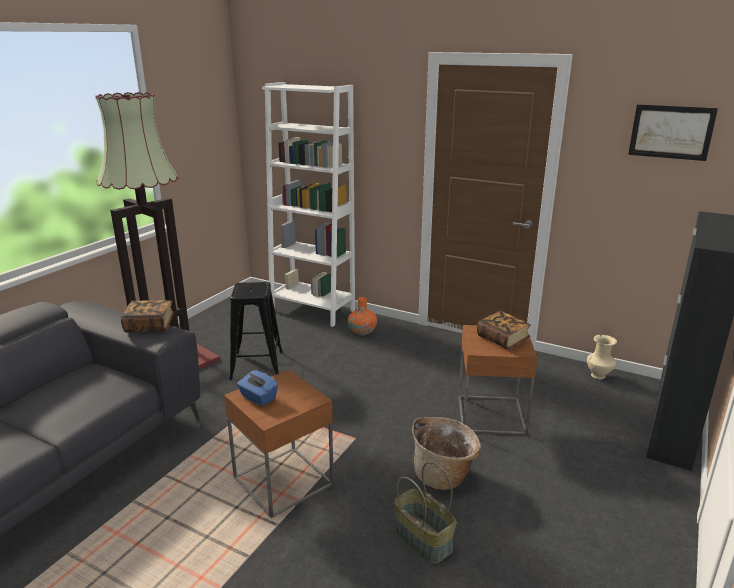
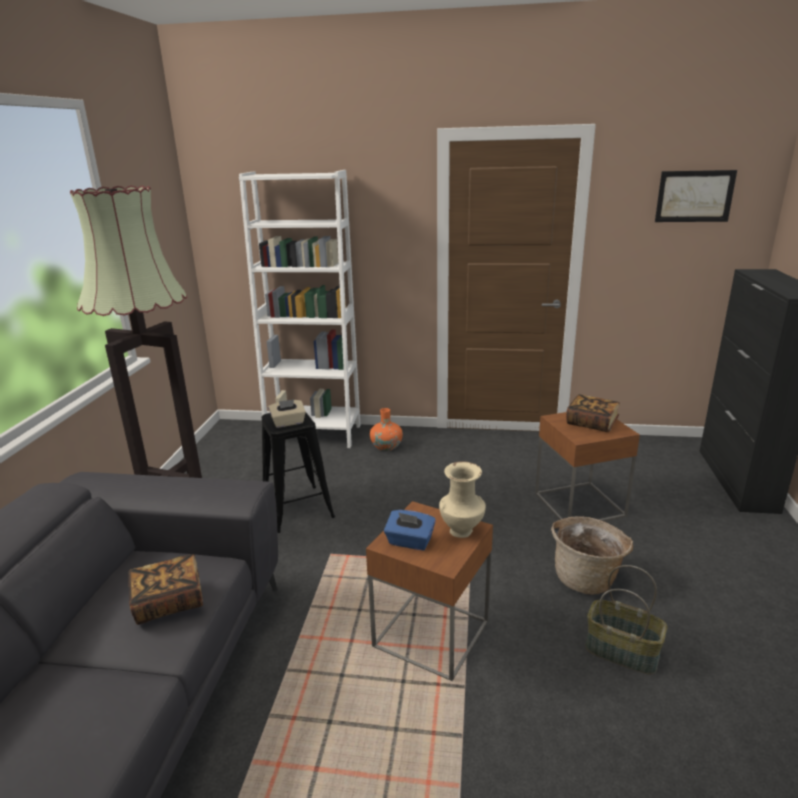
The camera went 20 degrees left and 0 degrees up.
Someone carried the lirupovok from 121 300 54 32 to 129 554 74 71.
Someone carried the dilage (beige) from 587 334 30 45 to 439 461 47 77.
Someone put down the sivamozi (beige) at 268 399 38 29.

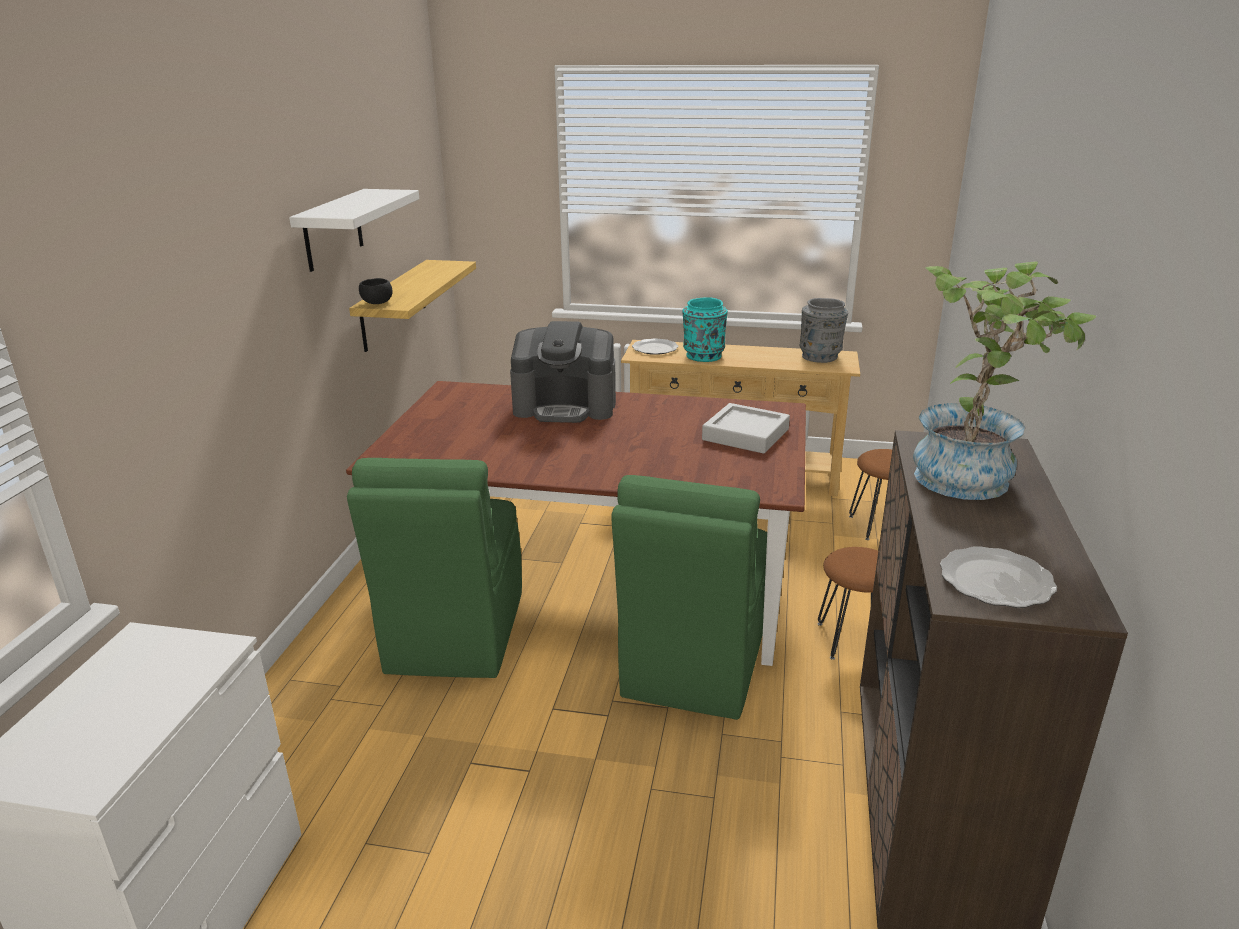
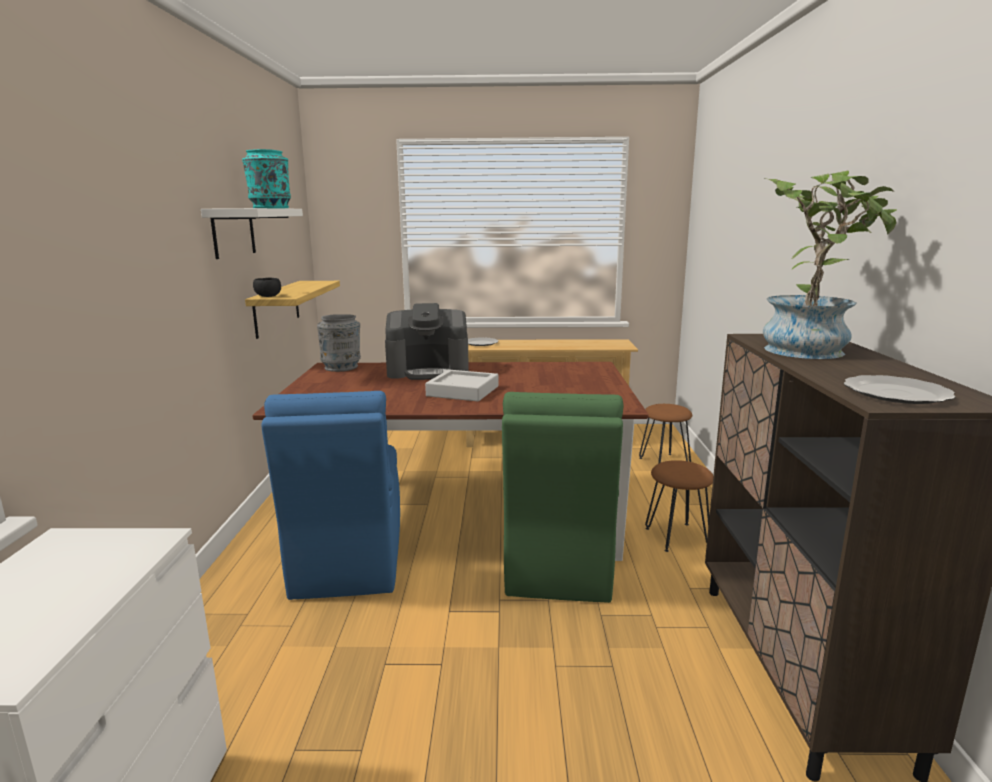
The camera went 10 degrees left and 10 degrees down.
Someone carried the dilage (turquoise) from 683 297 45 65 to 242 149 49 59.
Someone carried the dilage (grey) from 799 298 49 65 to 317 314 44 58.
Someone carried the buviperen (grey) from 702 403 88 51 to 425 370 73 31.
Someone repainted the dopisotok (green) at 347 458 175 220, which became the dopisotok (blue) at 261 391 139 209.

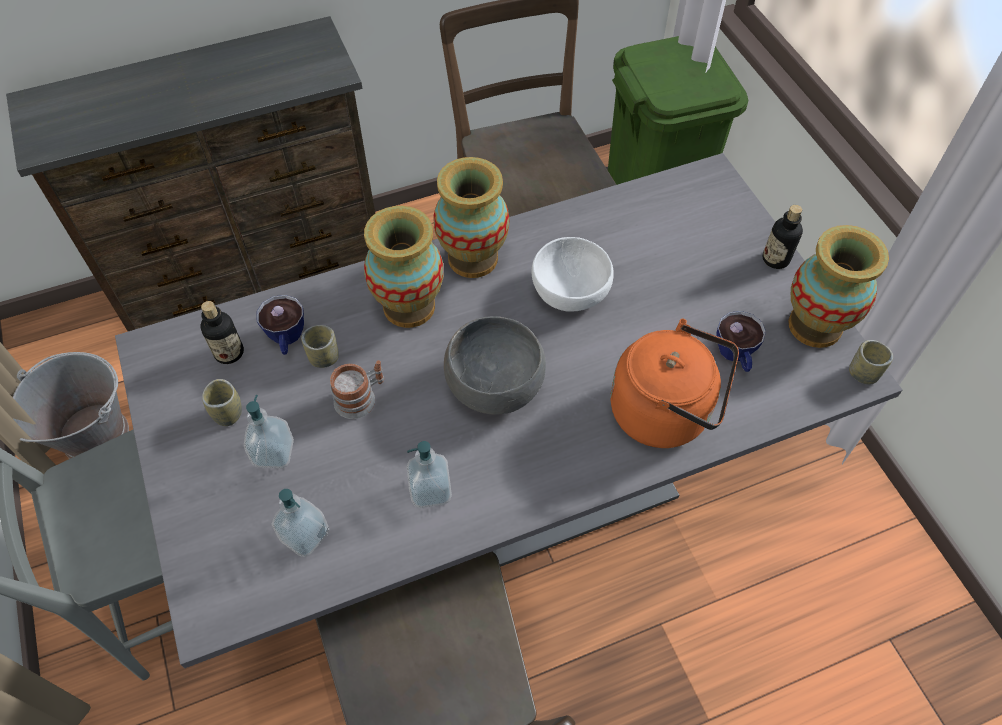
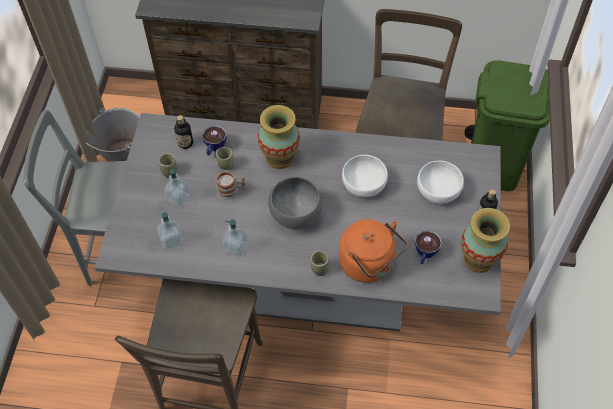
The camera went 30 degrees right and 0 degrees up.
Someone took away the dilage at 433 157 77 121.
Someone carried the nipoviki from 849 340 44 45 to 310 251 19 25.
Someone put down the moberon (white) at 417 161 47 43.

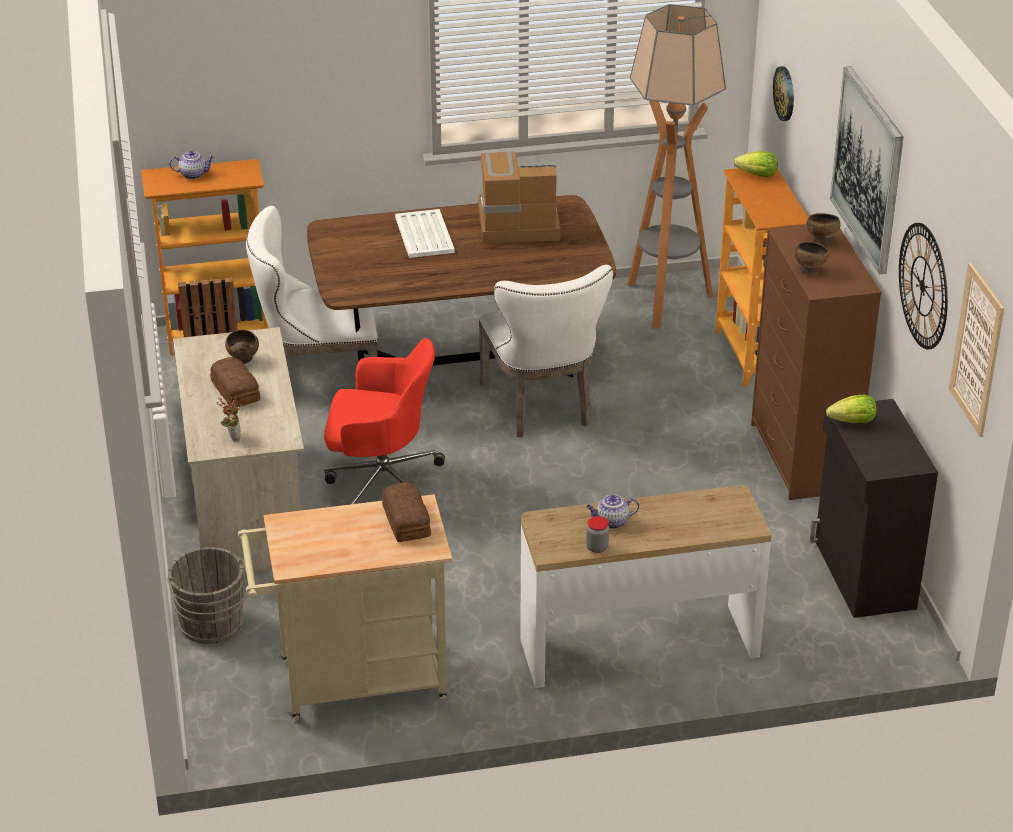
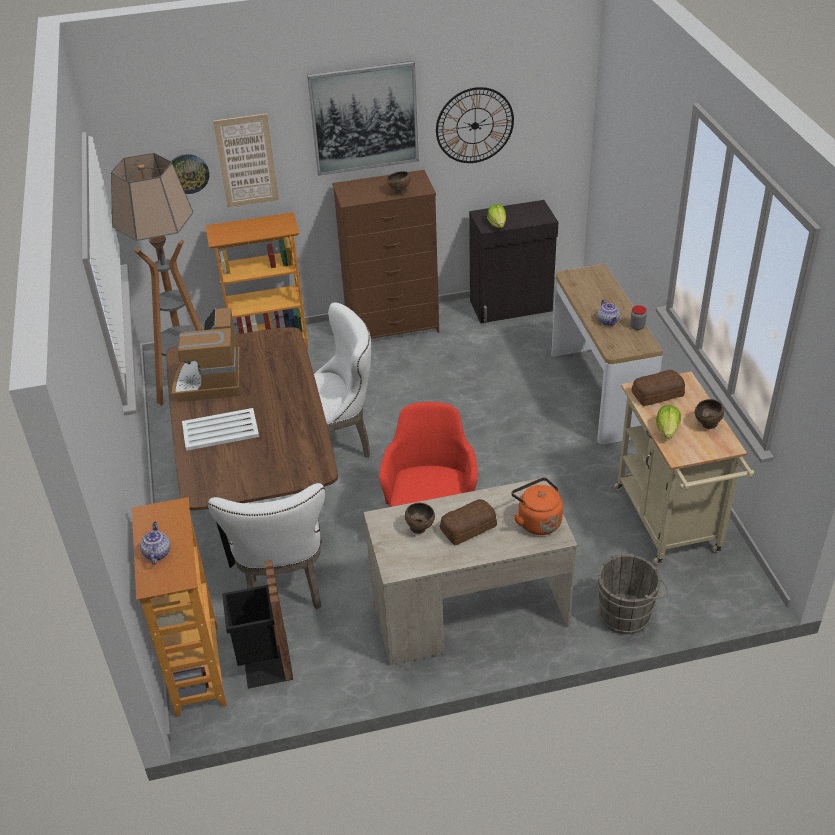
The camera went 90 degrees left and 5 degrees up.
Someone carried the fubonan from 734 151 44 26 to 656 404 25 35.
Someone carried the moberon (brown) from 806 213 35 31 to 695 399 29 30.
Someone carried the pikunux from 949 263 55 174 to 213 113 66 94.
Someone swapped the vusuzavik at 217 394 25 48 for the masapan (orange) at 511 477 52 58.

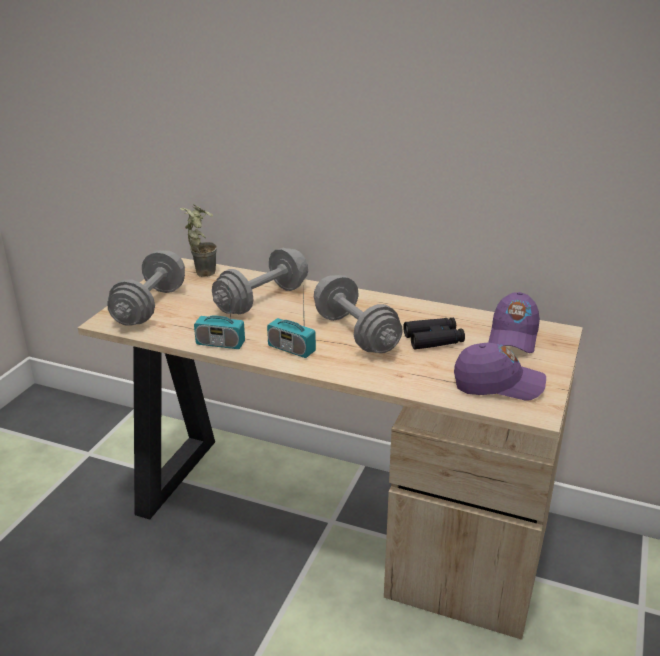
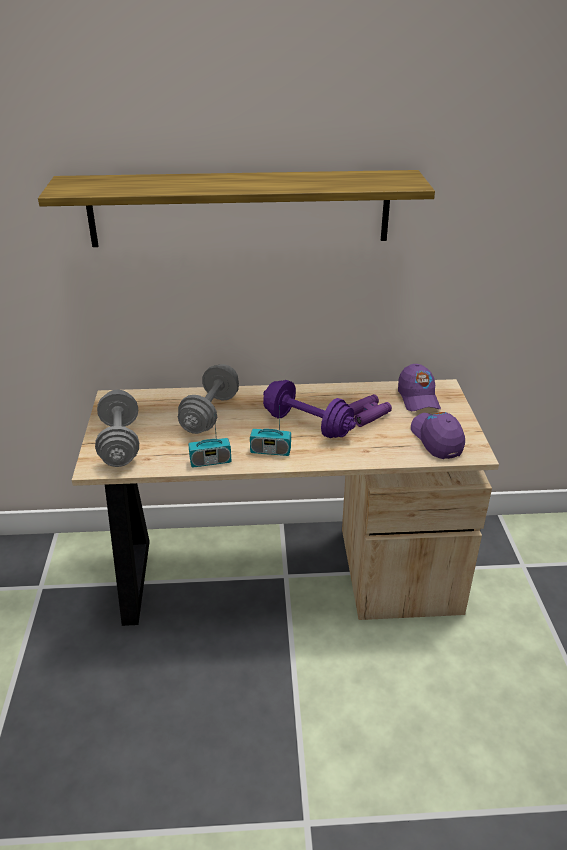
The camera went 25 degrees left and 5 degrees up.
Someone took away the vusuzavik at 180 204 37 73.
Someone repainted the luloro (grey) at 314 275 89 78, which became the luloro (purple) at 263 380 93 58.
Someone repainted the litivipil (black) at 403 318 62 31, which became the litivipil (purple) at 349 394 43 33.
Someone rotated the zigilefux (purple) at 454 343 92 58 by 90 degrees counterclockwise.
Someone put up the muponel at 38 170 397 77.

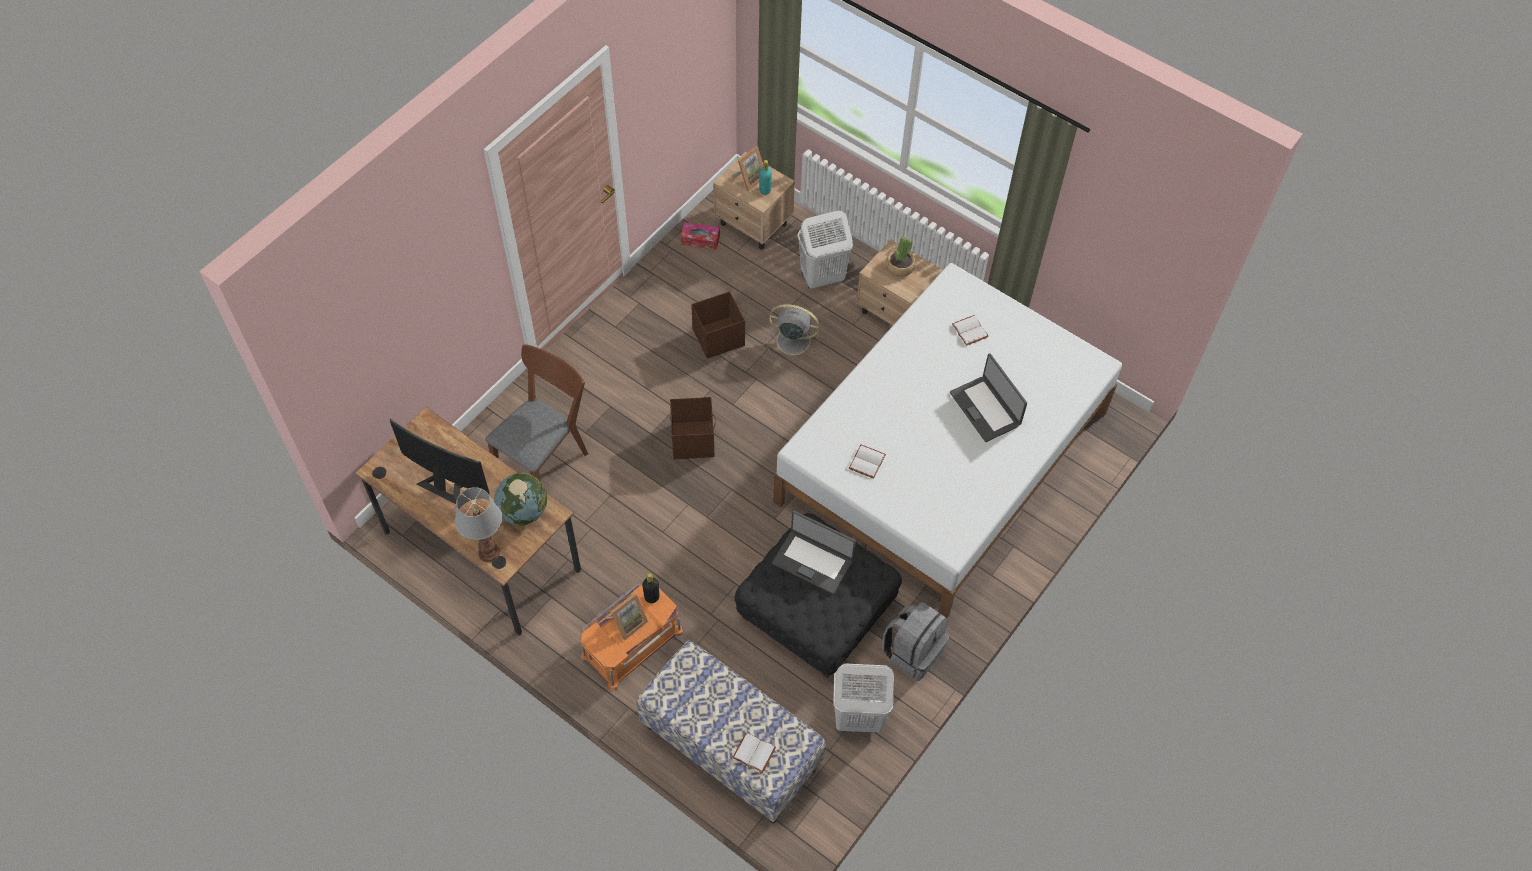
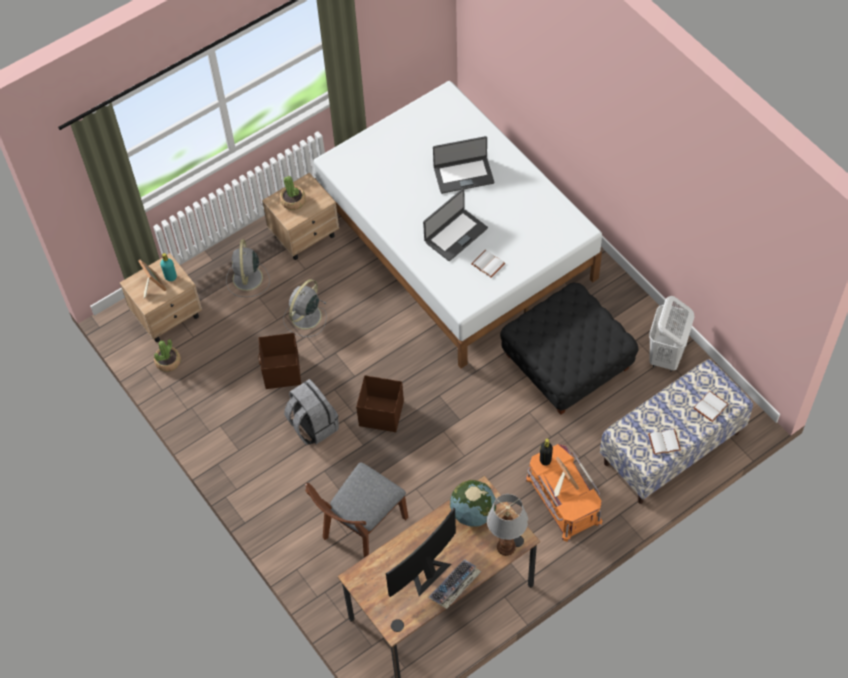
The camera went 70 degrees left and 0 degrees up.
Someone swapped the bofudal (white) at 797 210 56 79 for the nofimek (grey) at 226 239 44 58.
Someone swapped the sivamozi at 681 222 39 28 for the vusuzavik at 154 340 27 32.
Someone carried the lirupovok (white) from 952 315 37 31 to 648 429 33 26.
Someone rotated the dopisotok (brown) at 485 344 103 138 by 105 degrees counterclockwise.
Someone carried the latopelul from 772 511 84 83 to 423 189 65 72.
Someone carried the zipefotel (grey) from 882 602 67 79 to 284 379 55 66.
Someone put down the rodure at 429 559 52 50.

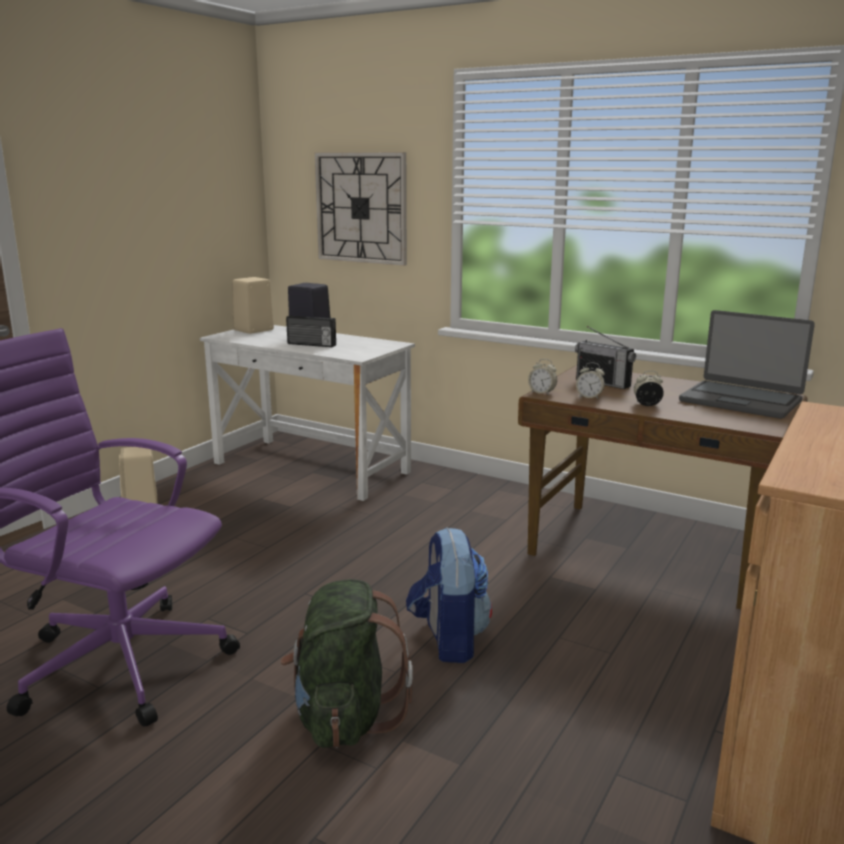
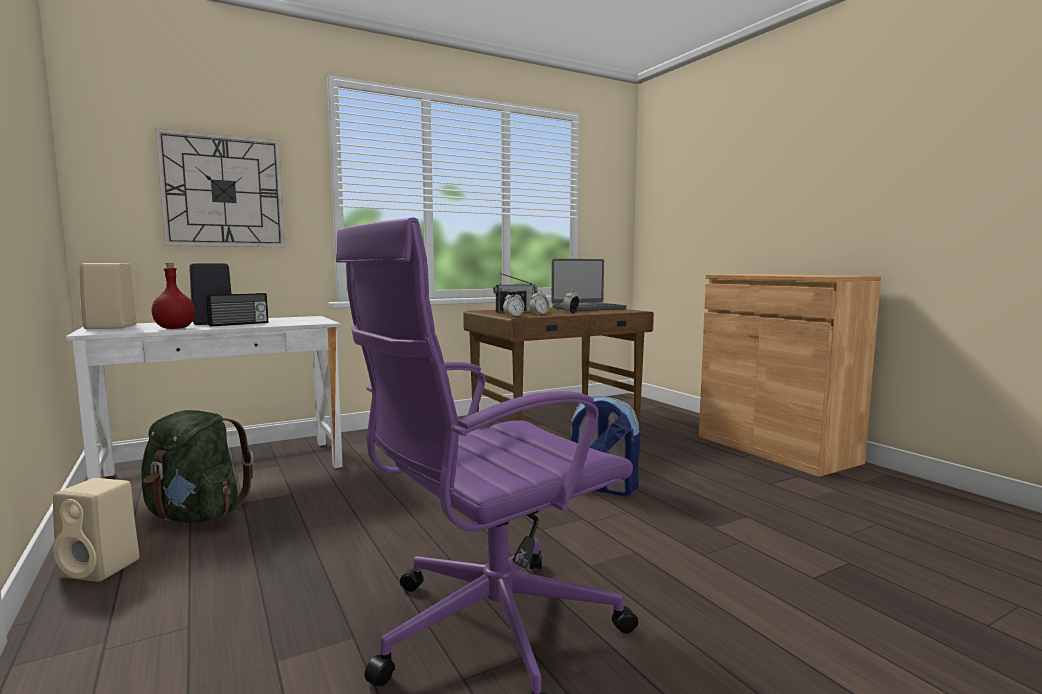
The camera went 60 degrees left and 10 degrees down.
Someone carried the zipefotel (green) from 281 579 132 169 to 141 410 113 113.
Someone put down the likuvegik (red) at 151 263 44 66.

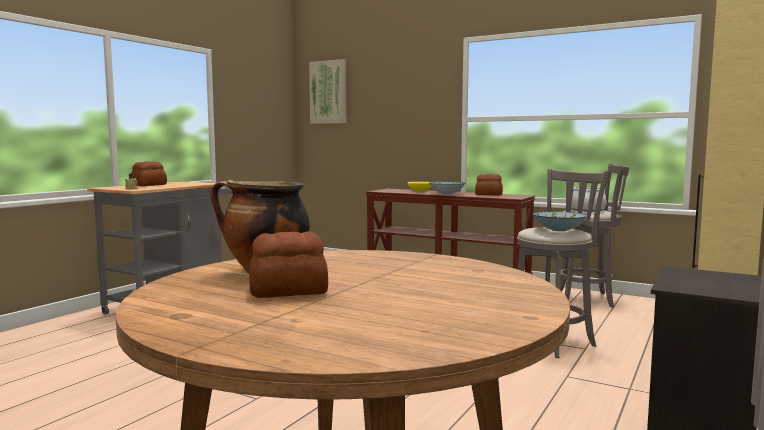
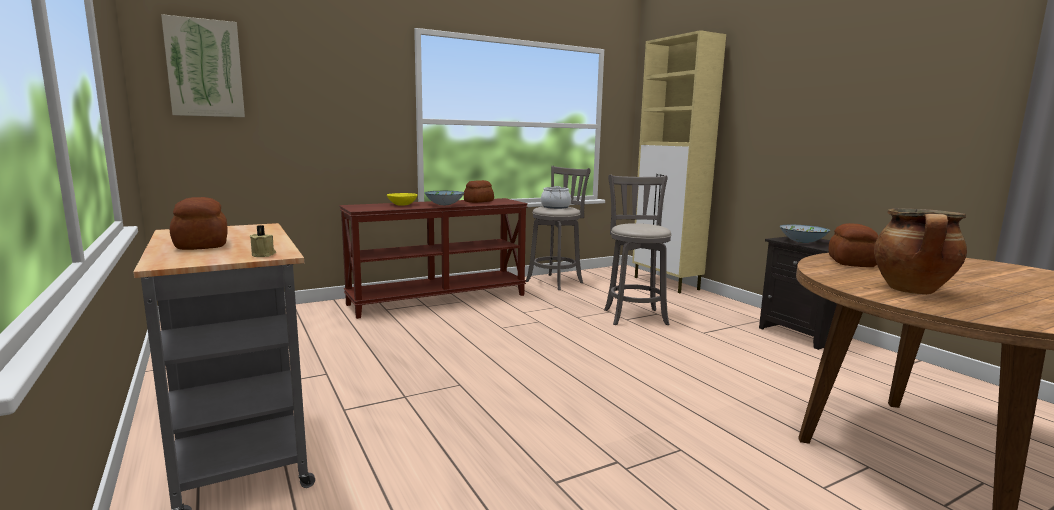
The camera went 60 degrees left and 5 degrees up.
Someone carried the moberon from 533 211 54 20 to 779 225 51 18.
Someone carried the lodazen from 249 232 79 66 to 829 223 49 44.

